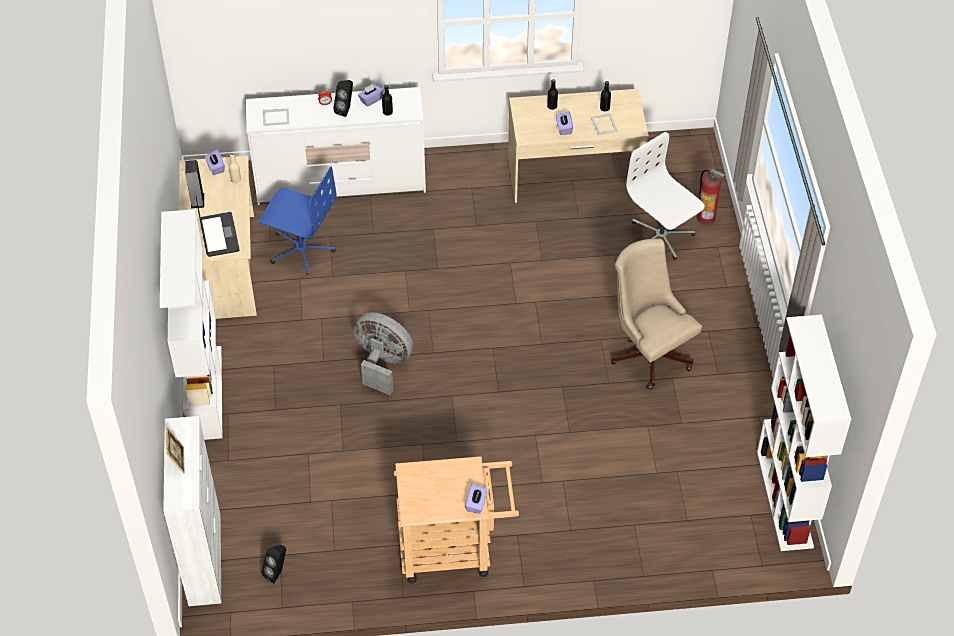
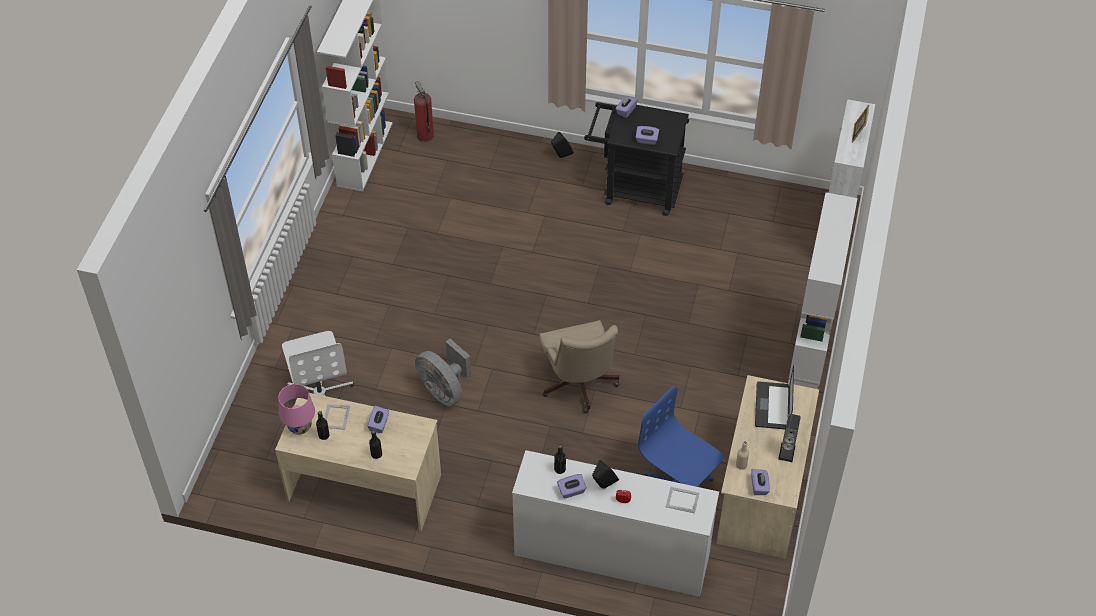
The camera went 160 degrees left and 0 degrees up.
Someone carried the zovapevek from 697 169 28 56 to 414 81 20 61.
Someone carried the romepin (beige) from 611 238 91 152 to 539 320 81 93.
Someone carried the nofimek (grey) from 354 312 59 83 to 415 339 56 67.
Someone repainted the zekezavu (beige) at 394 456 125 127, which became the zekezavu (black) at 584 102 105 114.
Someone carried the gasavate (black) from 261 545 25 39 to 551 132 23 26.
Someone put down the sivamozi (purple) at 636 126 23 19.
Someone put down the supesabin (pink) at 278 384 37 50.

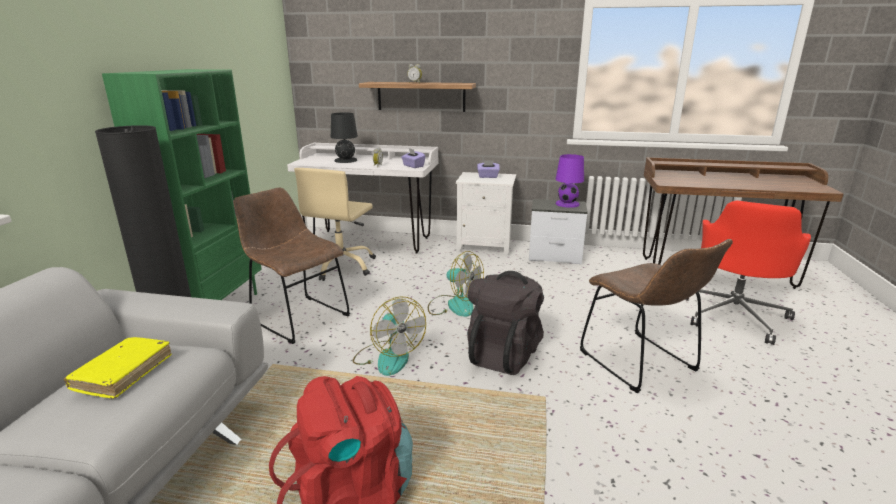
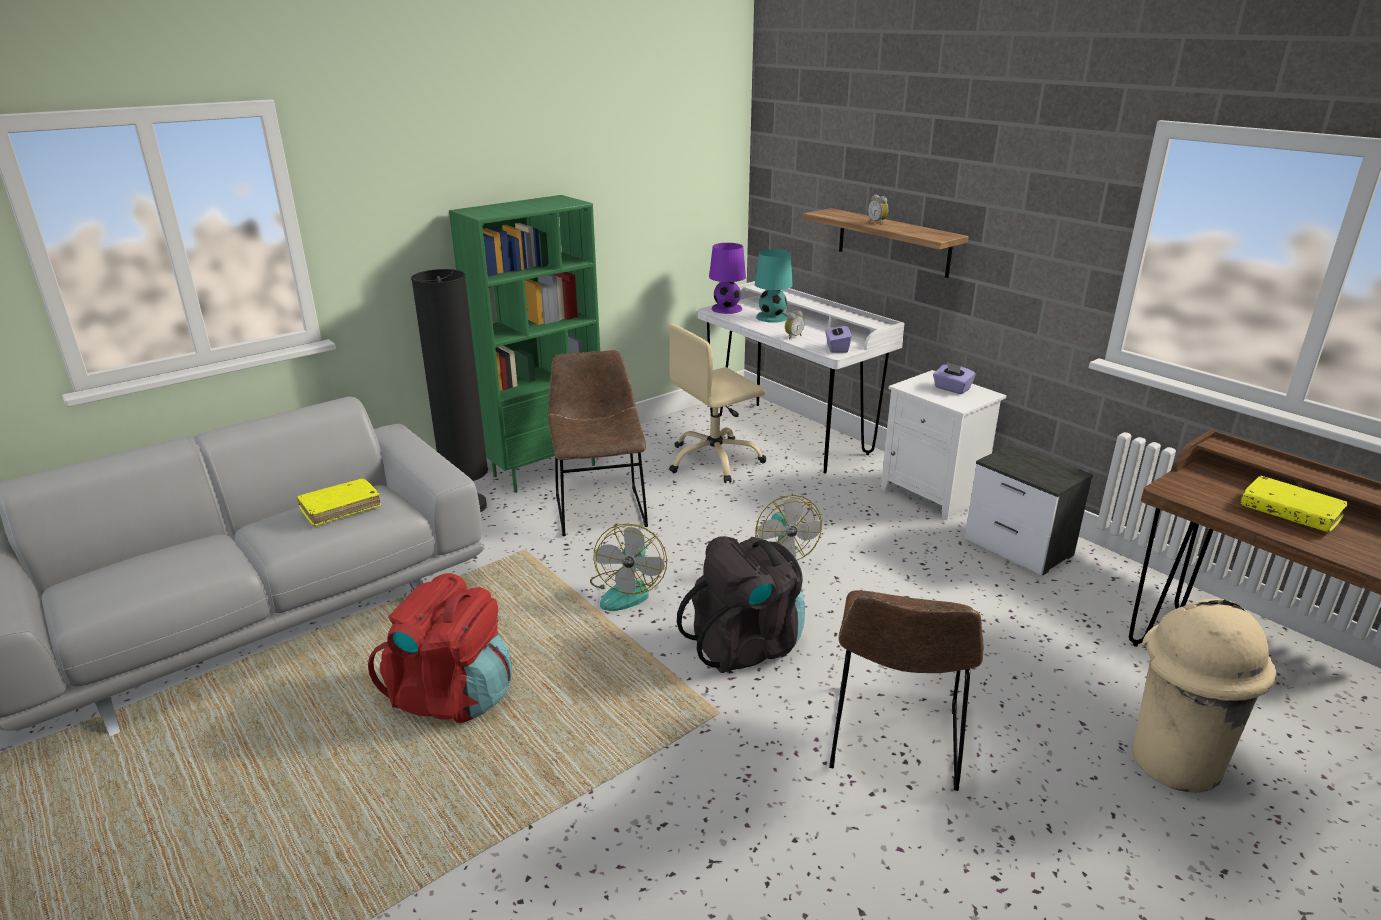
The camera went 40 degrees right and 5 degrees up.
Someone repainted the supesabin (black) at 331 113 27 50, which became the supesabin (turquoise) at 755 249 38 74.
Someone carried the supesabin (purple) from 556 154 28 54 to 709 243 37 71.
Someone swapped the romepin (red) at 686 200 125 145 for the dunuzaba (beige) at 1132 599 144 194.
Someone put down the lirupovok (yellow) at 1240 476 108 56.

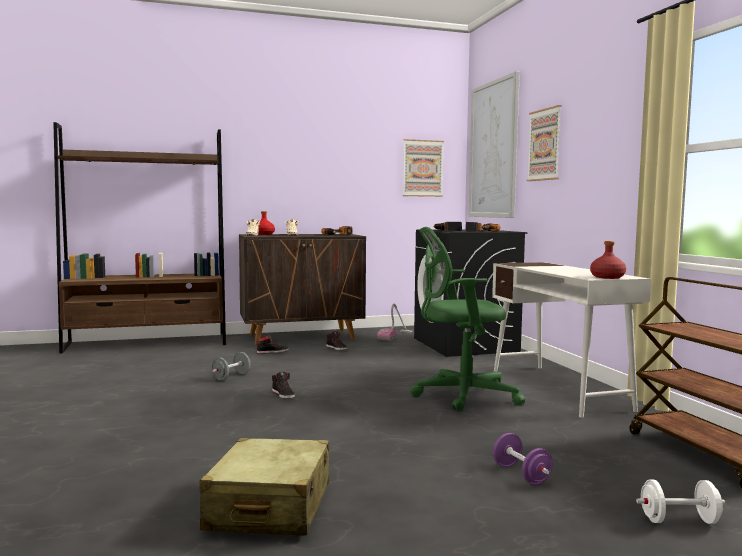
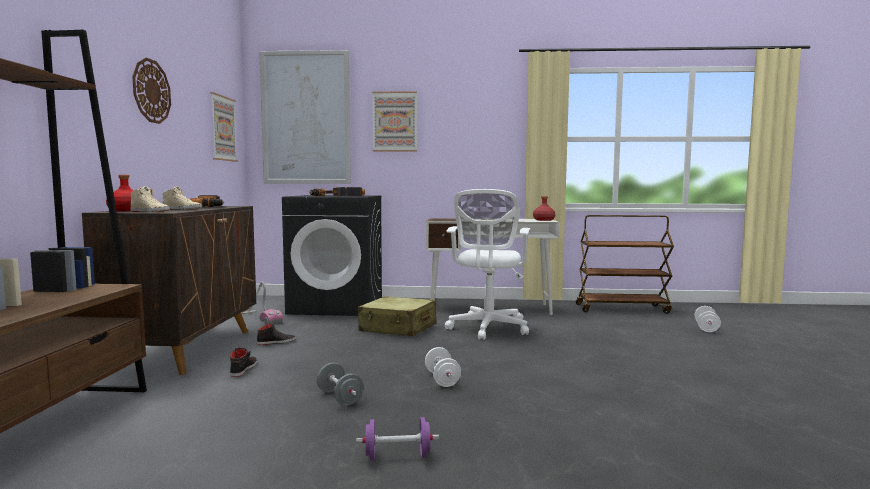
The camera went 70 degrees left and 0 degrees up.
Someone repainted the romepin (green) at 410 227 115 184, which became the romepin (white) at 445 189 85 151.
Someone swapped the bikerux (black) at 272 372 23 27 for the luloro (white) at 425 347 36 40.
Someone carried the luloro (purple) from 493 433 60 52 to 356 417 83 44.
Someone carried the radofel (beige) from 199 438 131 97 to 358 296 79 40.
Someone put up the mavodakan at 132 57 39 67.

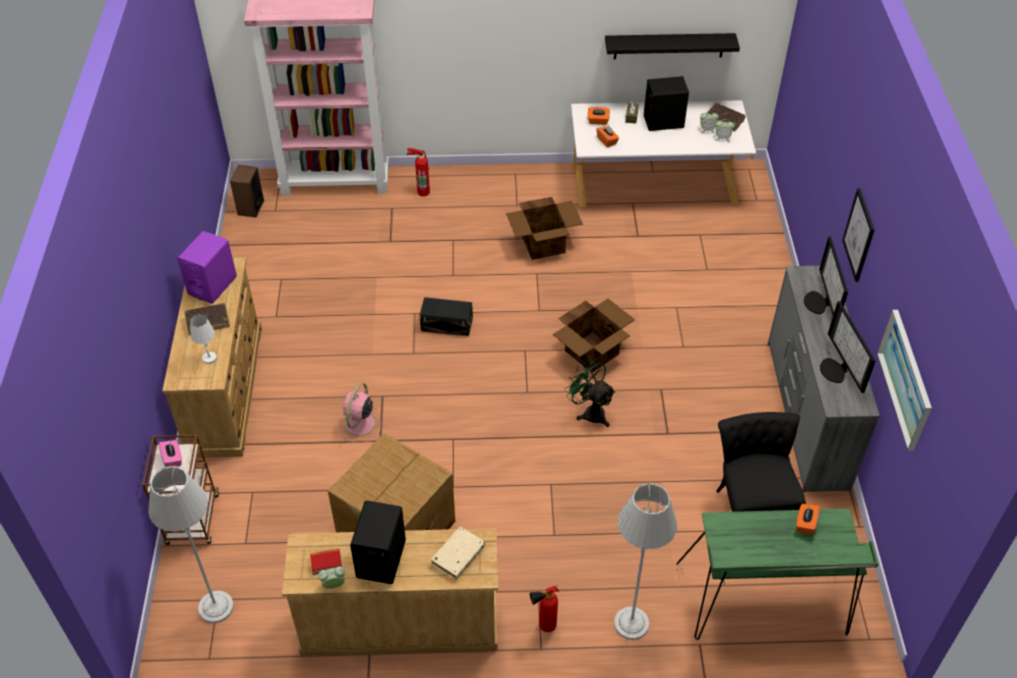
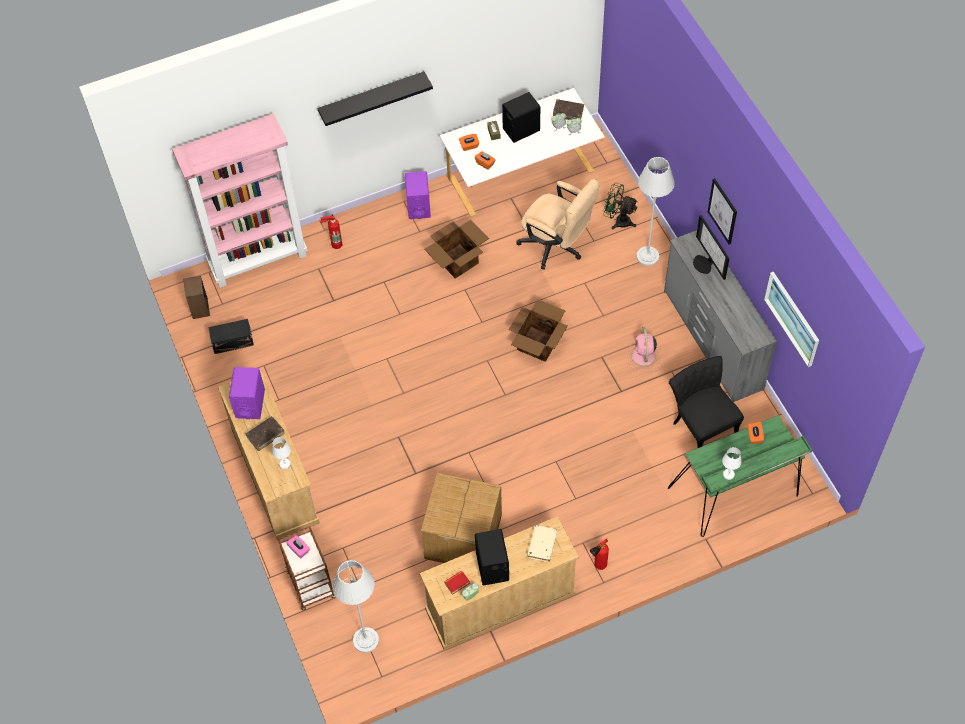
The camera went 20 degrees left and 10 degrees up.
Someone carried the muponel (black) from 605 33 135 26 to 317 71 116 55.
Someone carried the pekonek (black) from 420 297 53 40 to 208 319 46 35.
Someone took away the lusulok at 820 301 56 92.
Someone carried the nofimek (green) from 565 359 51 68 to 603 183 34 46.
Someone carried the nofimek (pink) from 337 383 44 60 to 626 327 35 45.
Someone carried the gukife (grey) from 614 483 63 157 to 637 157 37 109.
Someone put down the gasavate (purple) at 405 171 26 48.
Someone put down the romepin (beige) at 516 179 84 91.
Someone put down the supesabin (white) at 722 447 20 33.

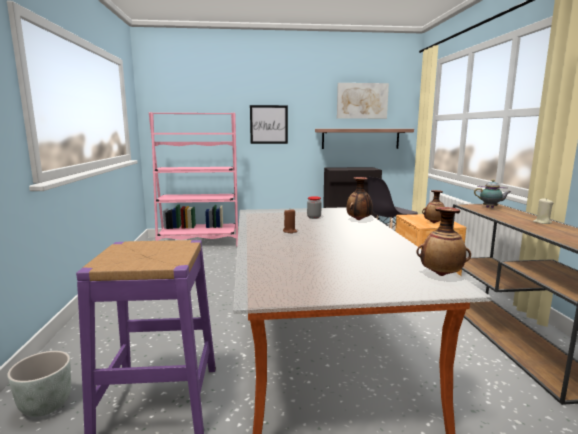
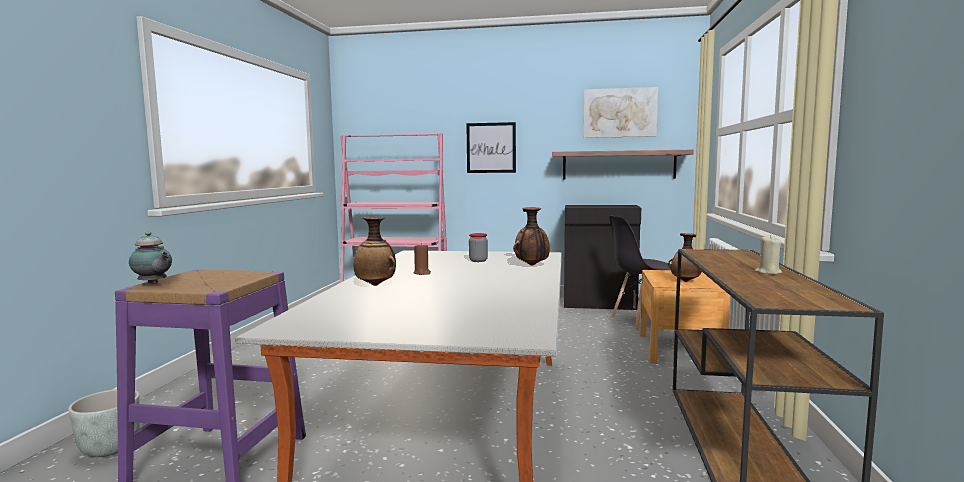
The camera went 15 degrees right and 5 degrees down.
Someone carried the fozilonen from 474 180 37 28 to 129 232 43 52.
Someone carried the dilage from 416 207 55 69 to 354 217 42 69.

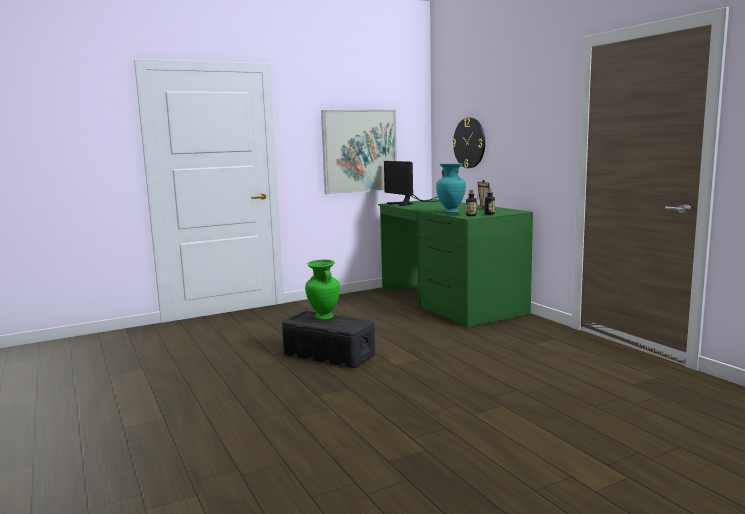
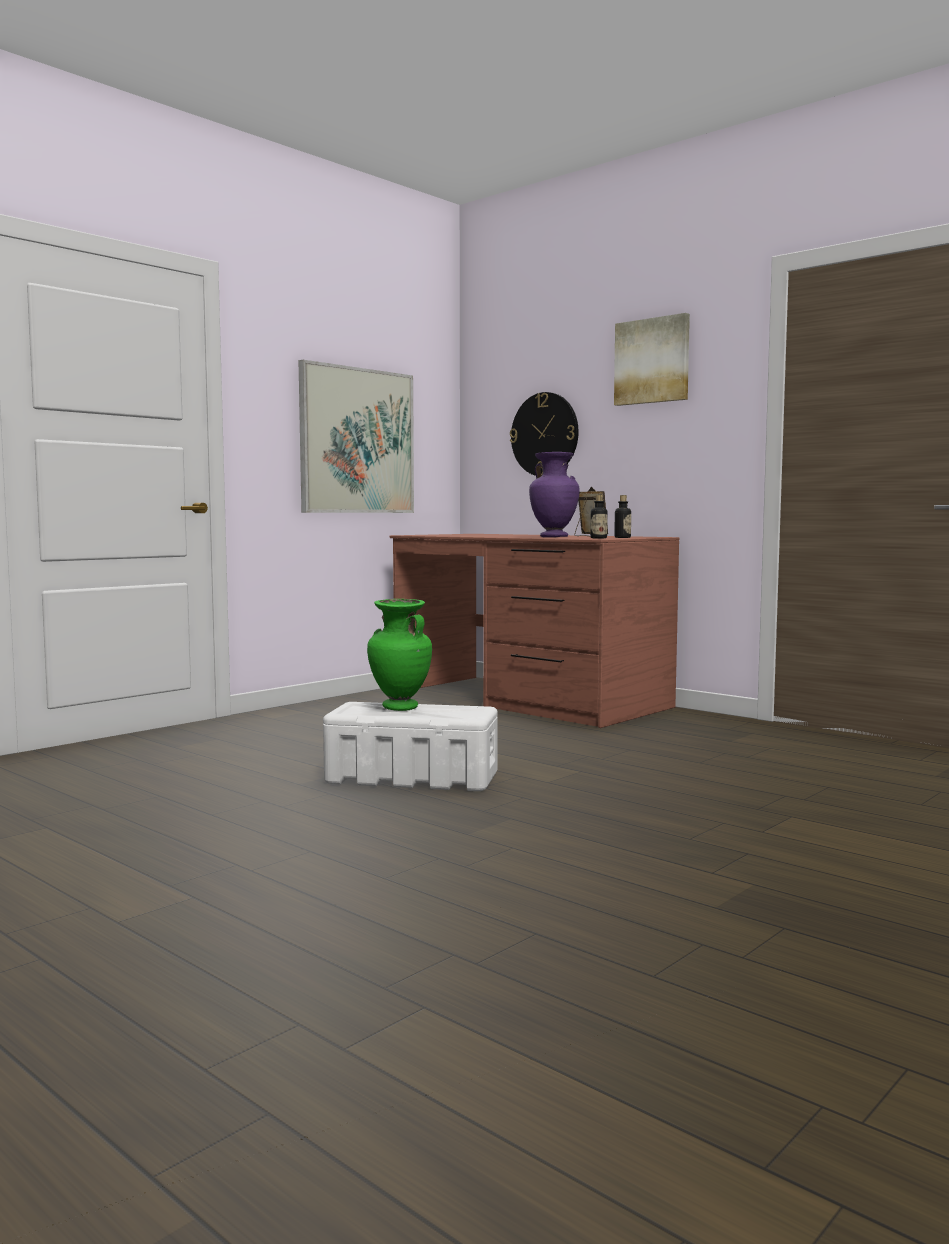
The camera went 20 degrees left and 5 degrees down.
Someone took away the lusulok at 384 161 56 45.
Someone repainted the dilage (turquoise) at 436 163 30 50, which became the dilage (purple) at 529 452 51 85.
Someone repainted the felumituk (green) at 378 199 155 128, which became the felumituk (brown) at 390 534 290 194.
Someone repainted the pekonek (black) at 282 311 93 57, which became the pekonek (white) at 323 702 175 89.
Someone put up the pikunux at 614 313 76 93.

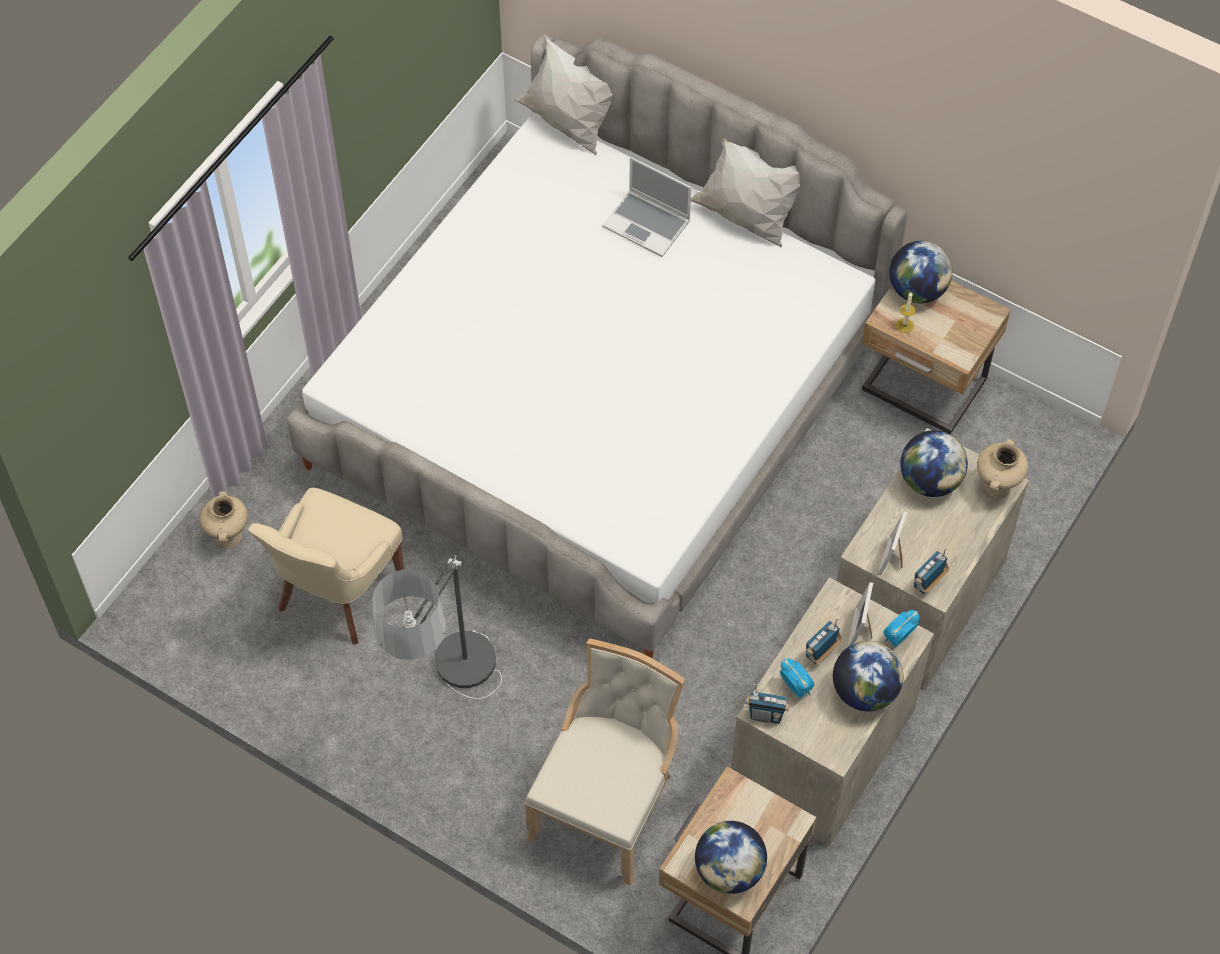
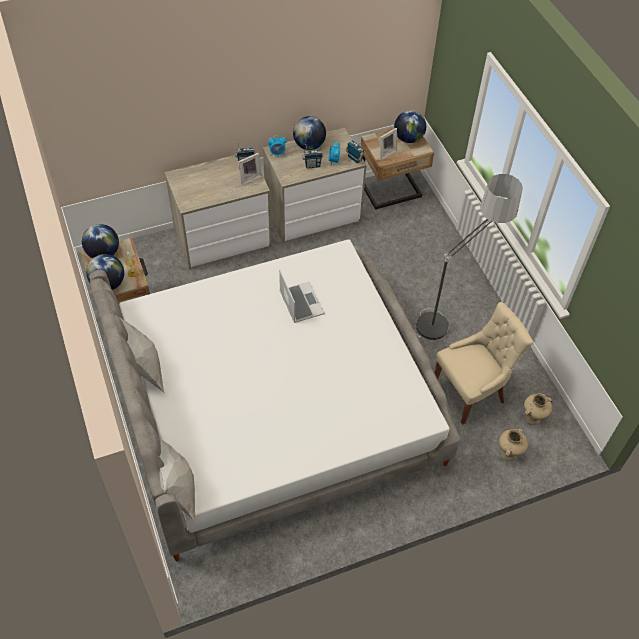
The camera went 145 degrees left and 5 degrees down.
Someone carried the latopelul from 602 157 89 100 to 279 270 46 53.
Someone carried the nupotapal from 900 430 68 67 to 82 224 37 34.
Someone carried the dilage (beige) from 977 439 51 60 to 524 393 28 32.
Someone carried the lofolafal from 848 582 25 65 to 380 128 17 32.
Someone took away the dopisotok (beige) at 525 638 160 248.

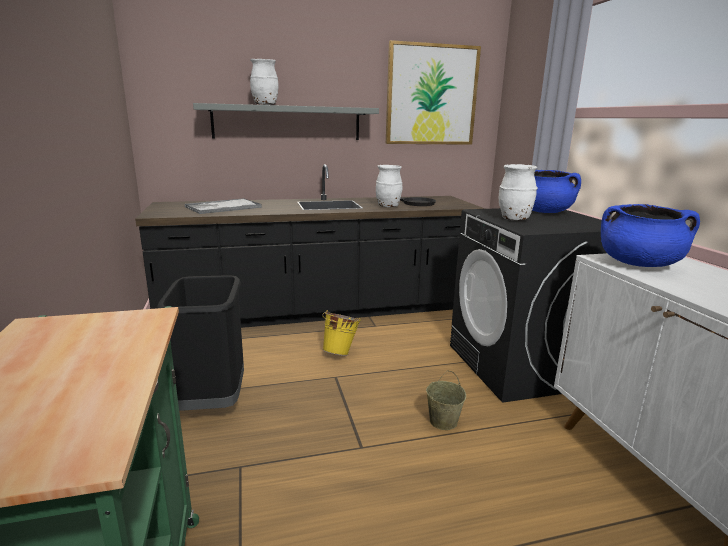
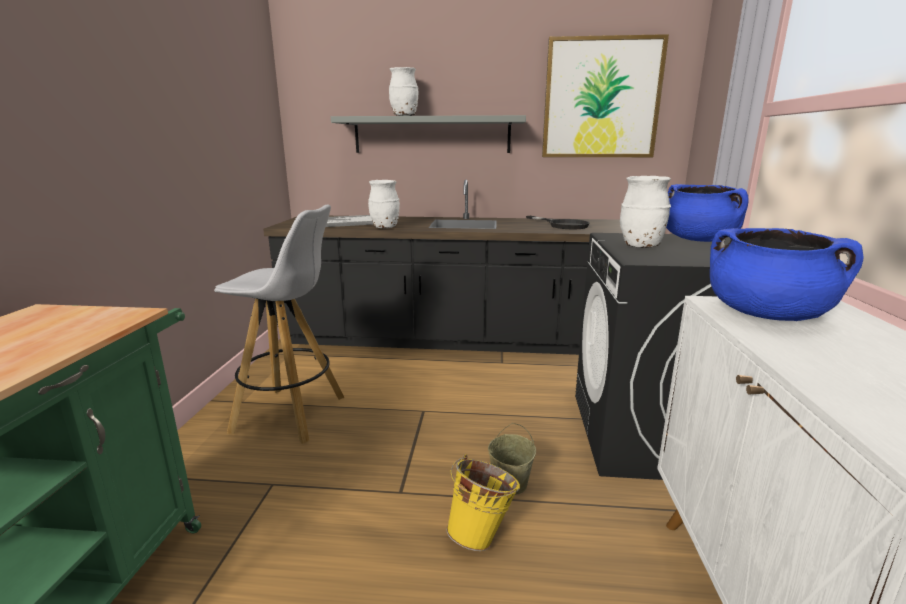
The camera went 20 degrees right and 0 degrees up.
Someone carried the dilage (white) from 376 165 26 42 to 368 180 32 49.
Someone swapped the dunuzaba (black) at 157 275 87 136 for the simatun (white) at 214 205 131 239.
Someone carried the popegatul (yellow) from 322 310 39 46 to 446 454 74 97.

